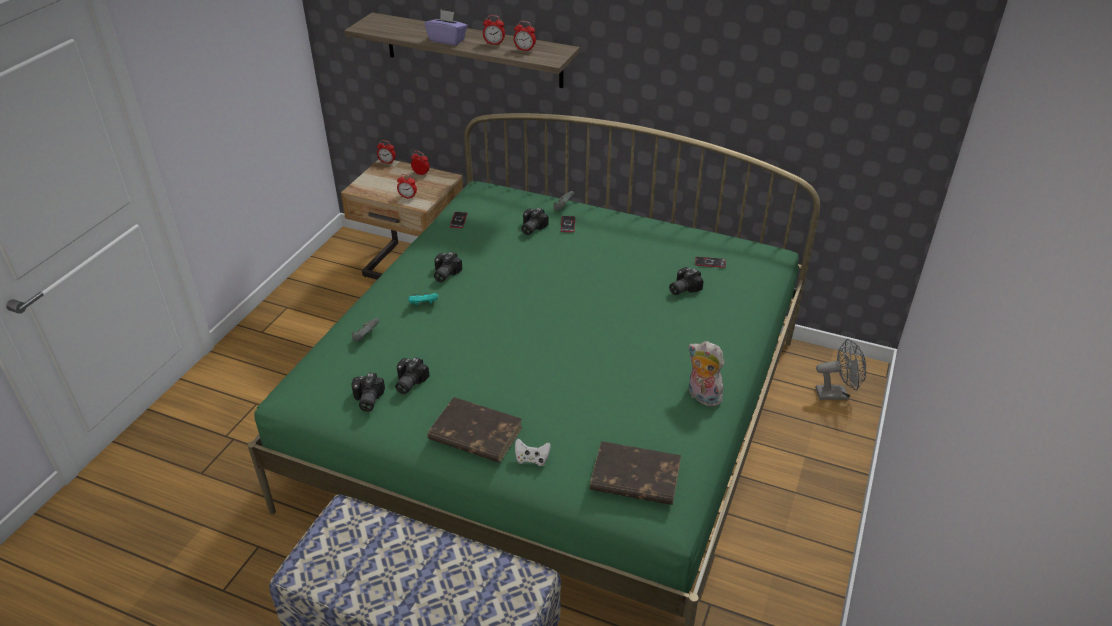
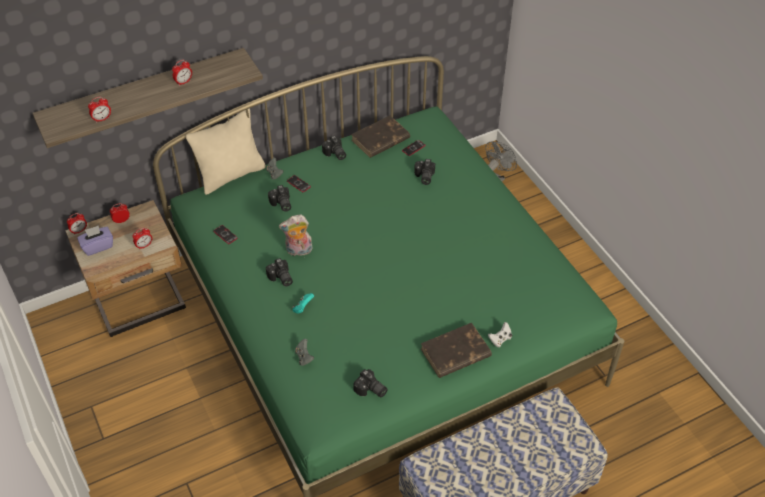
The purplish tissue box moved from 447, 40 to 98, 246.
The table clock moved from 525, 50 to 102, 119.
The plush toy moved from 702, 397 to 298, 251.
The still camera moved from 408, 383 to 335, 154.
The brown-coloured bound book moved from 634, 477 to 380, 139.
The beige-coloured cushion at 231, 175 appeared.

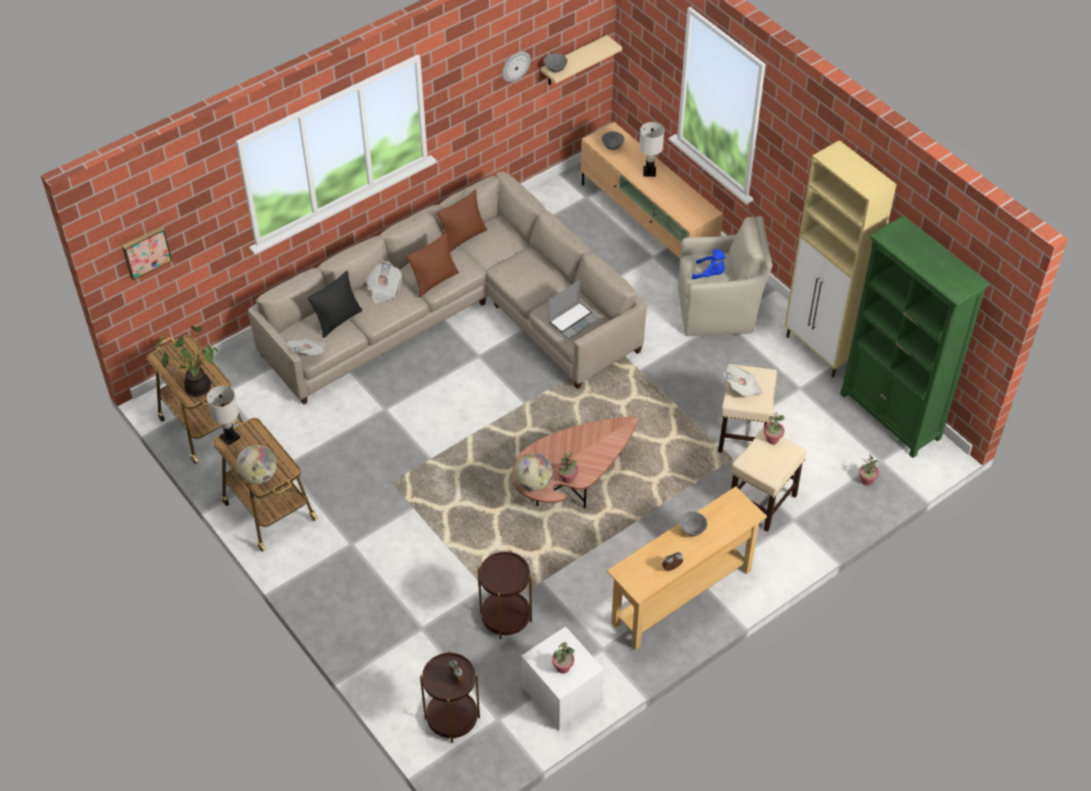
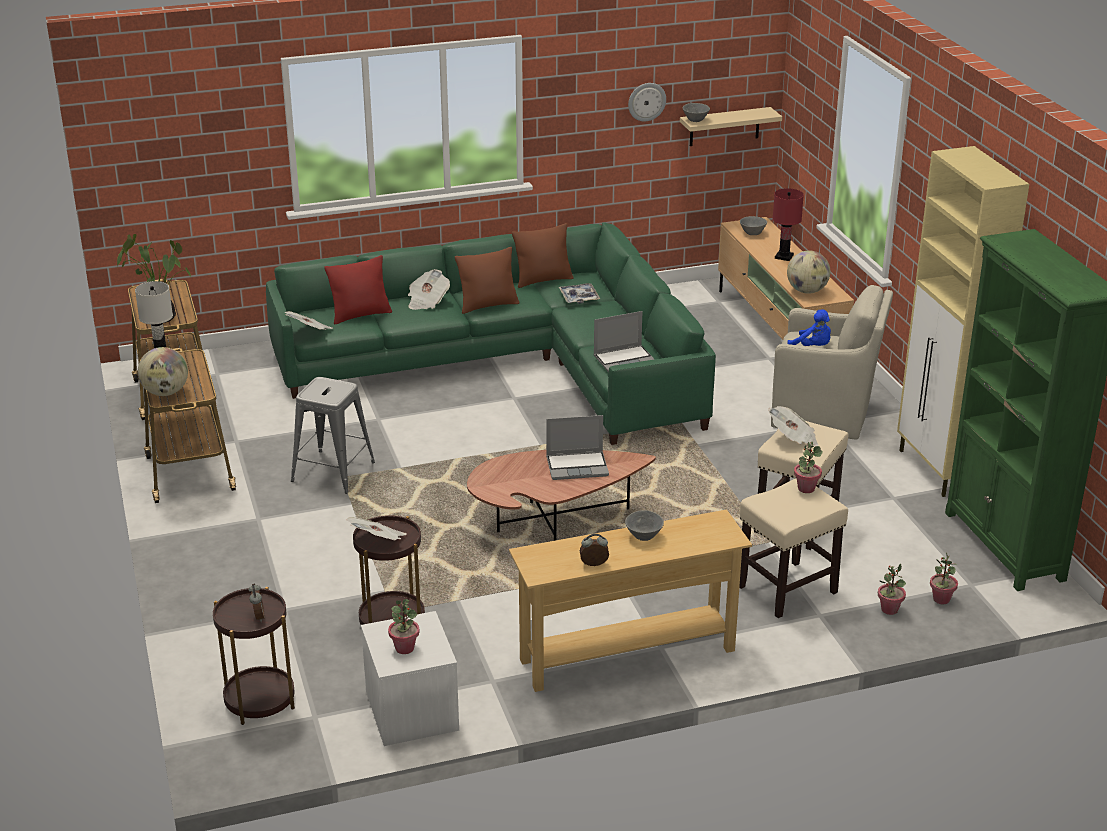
The white tabletop lamp at 649, 172 became the reddish tabletop lamp at 783, 256.
The beige-coloured settee at 458, 316 became the green-coloured settee at 512, 364.
The wall picture at 145, 251 disappeared.
The black cushion at 338, 320 became the reddish cushion at 360, 315.
The potted plant moved from 567, 478 to 889, 609.
The desk globe moved from 533, 483 to 807, 291.
The carrying tray at 579, 297 appeared.
The greyish stool seat at 333, 471 appeared.
The portable computer at 578, 466 appeared.
The daily paper at 378, 541 appeared.

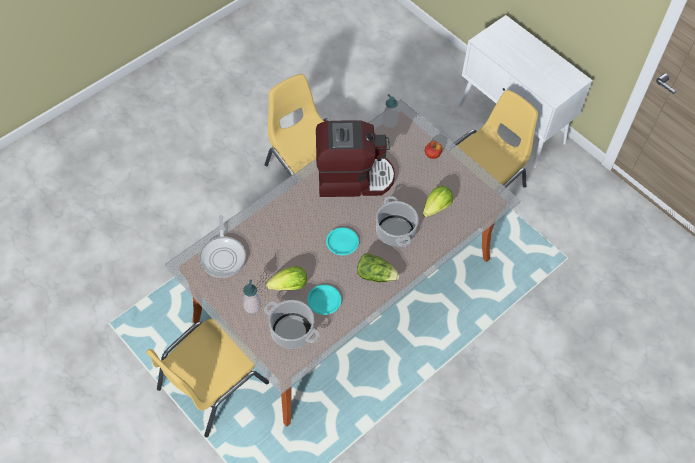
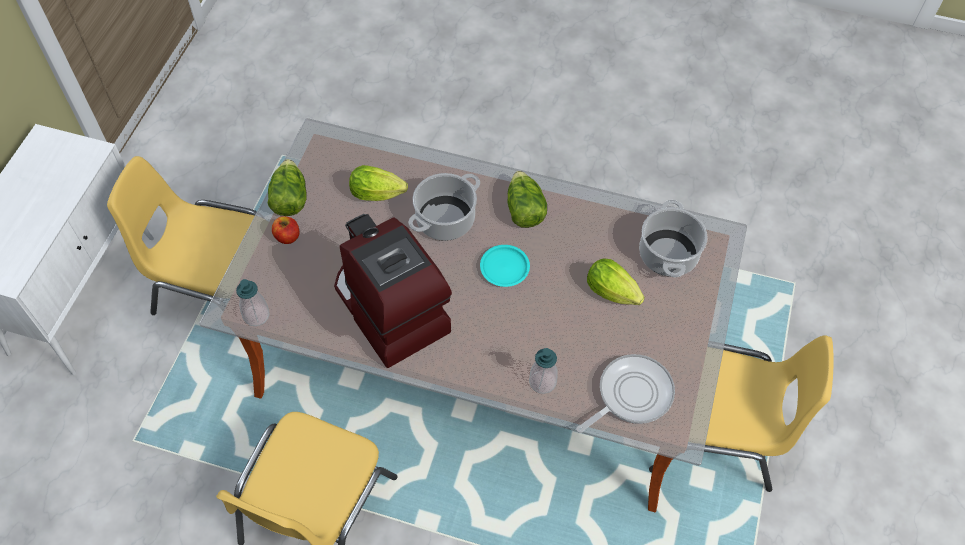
The soap bottle moved from 252, 306 to 542, 382.
The blue-green plate at 324, 301 disappeared.
The lettuce head at 289, 198 appeared.

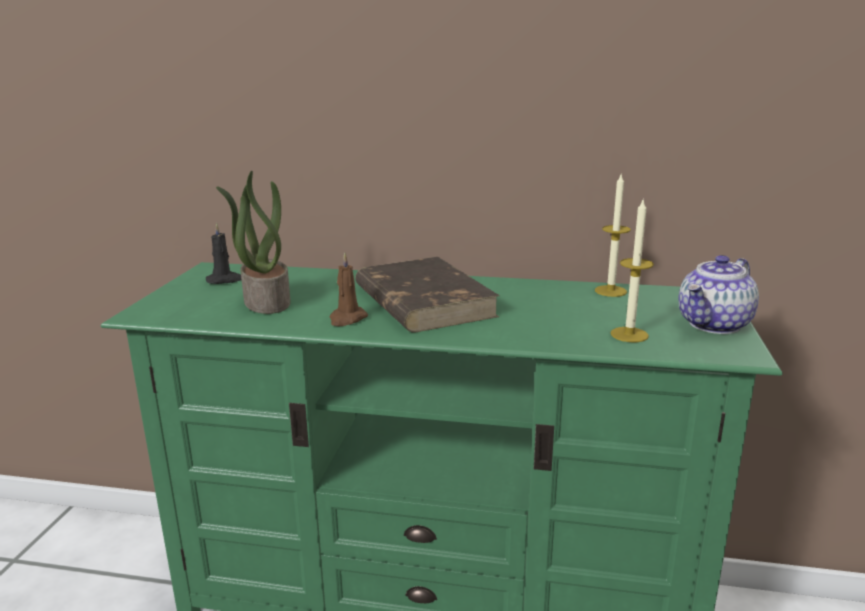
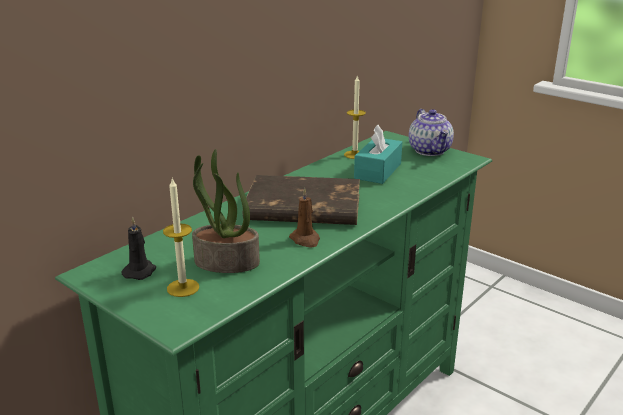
The candle moved from 629, 334 to 183, 288.
The blue-green tissue box at 378, 171 appeared.

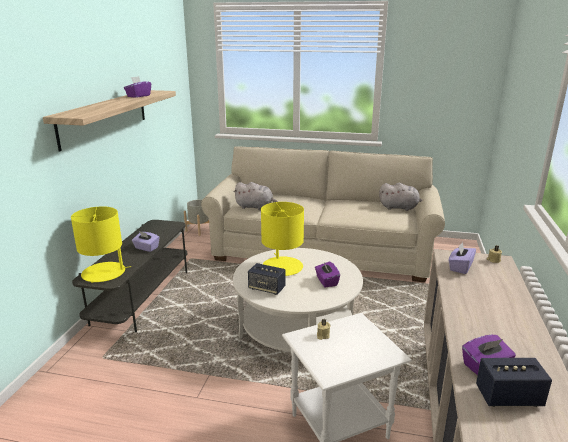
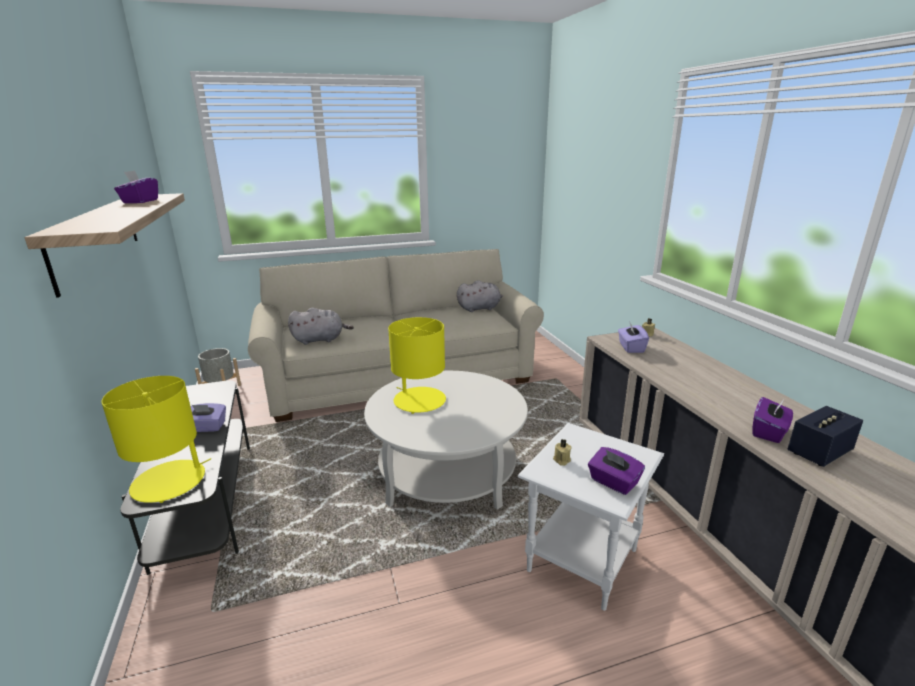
The purplish tissue box moved from 326, 281 to 613, 482.
The loudspeaker at 266, 288 disappeared.

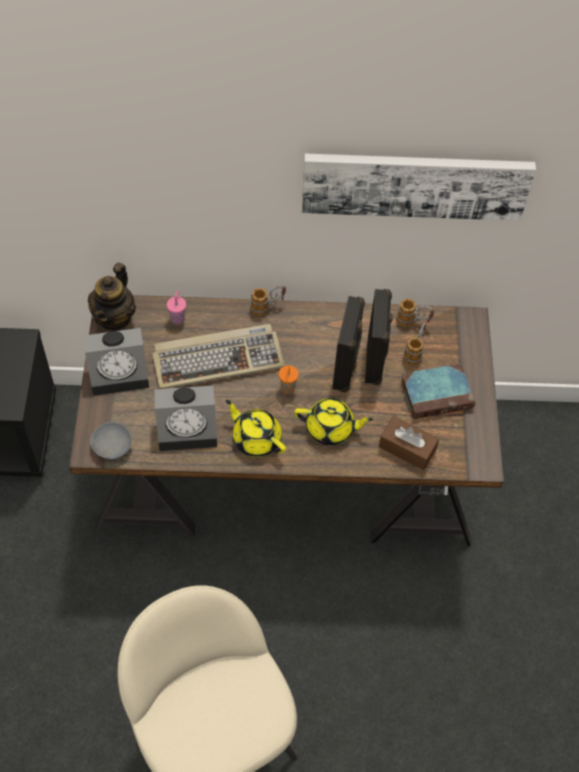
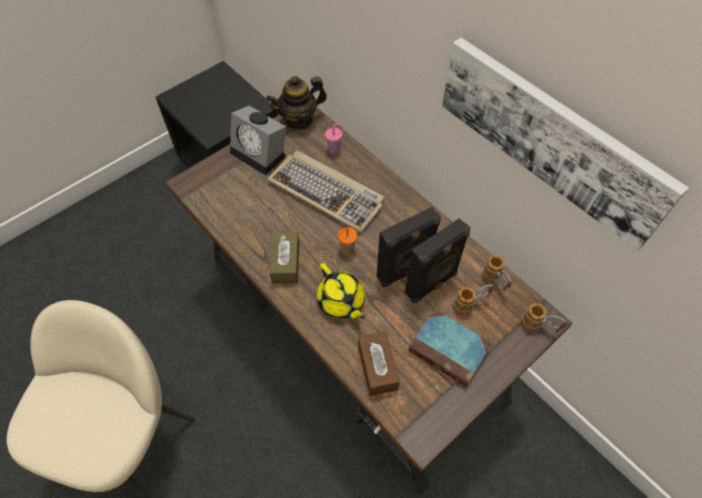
The mug moved from 267, 307 to 539, 327.
The table clock at 189, 429 disappeared.
The yellowish pot for tea at 256, 438 was replaced by the brown-coloured tissue box at 285, 263.
The greyish serving bowl at 114, 446 disappeared.

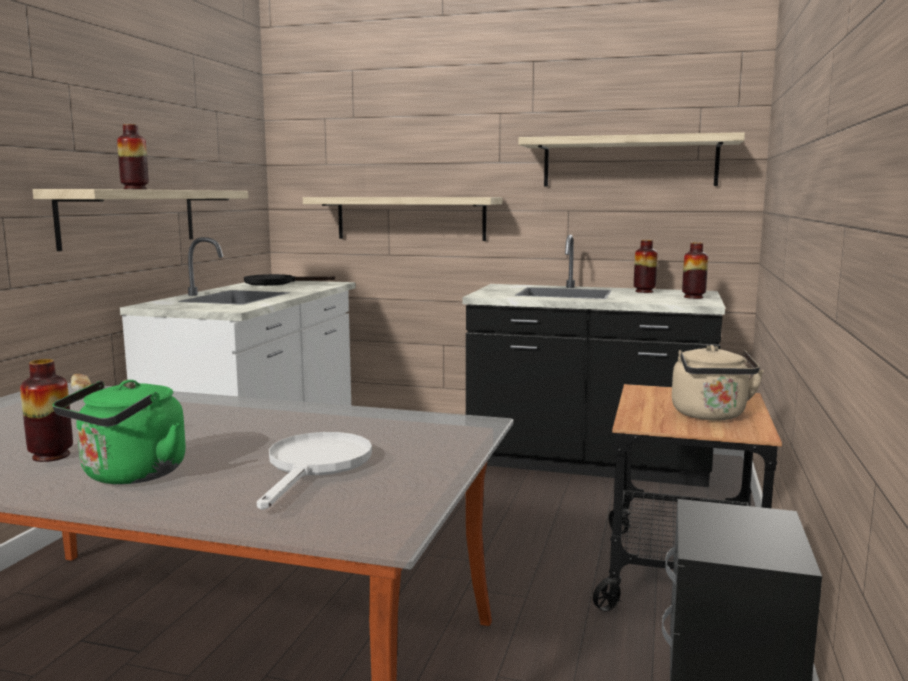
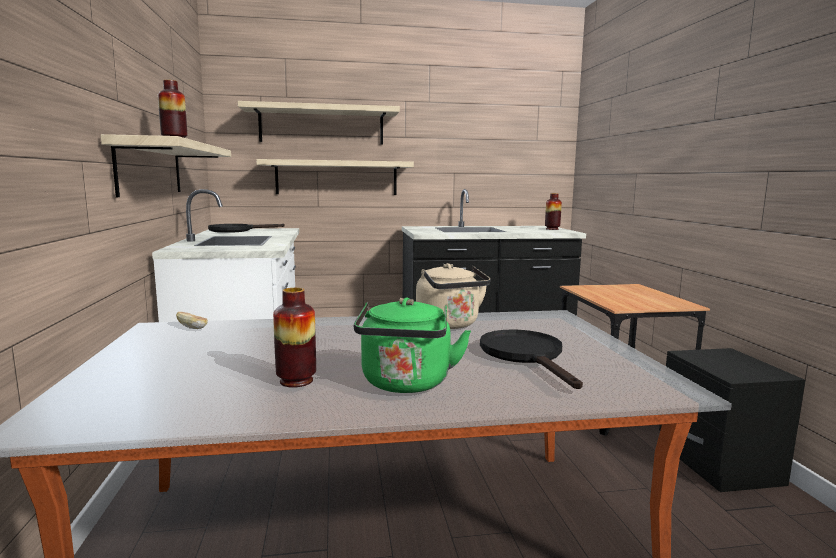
The wall shelf moved from 629, 162 to 321, 126.
The decorative vase at 644, 291 disappeared.
The beige-coloured kettle moved from 710, 415 to 450, 325.
The white frying pan at 315, 466 became the black frying pan at 526, 356.

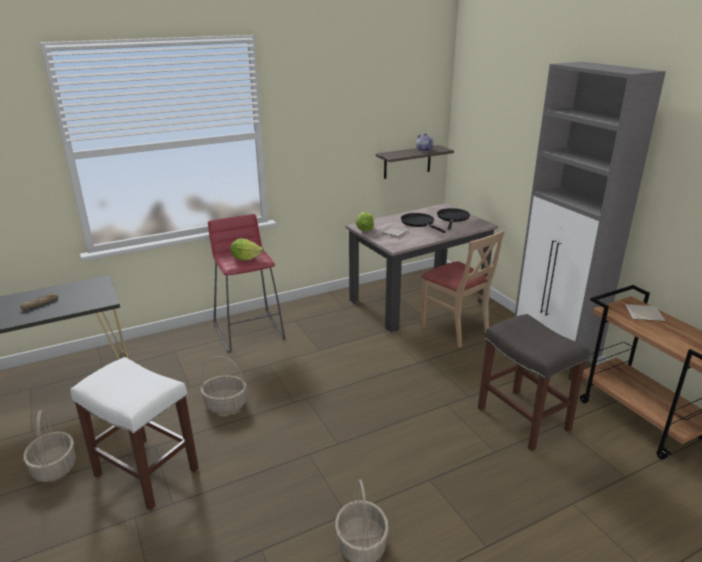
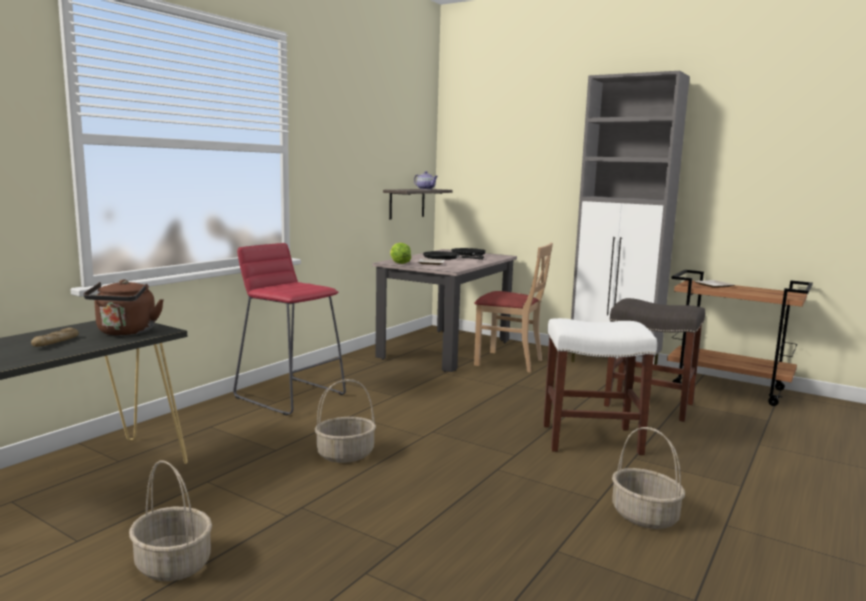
The lettuce head at 245, 258 disappeared.
The white stool seat moved from 145, 472 to 589, 439.
The brown-coloured kettle at 125, 332 appeared.

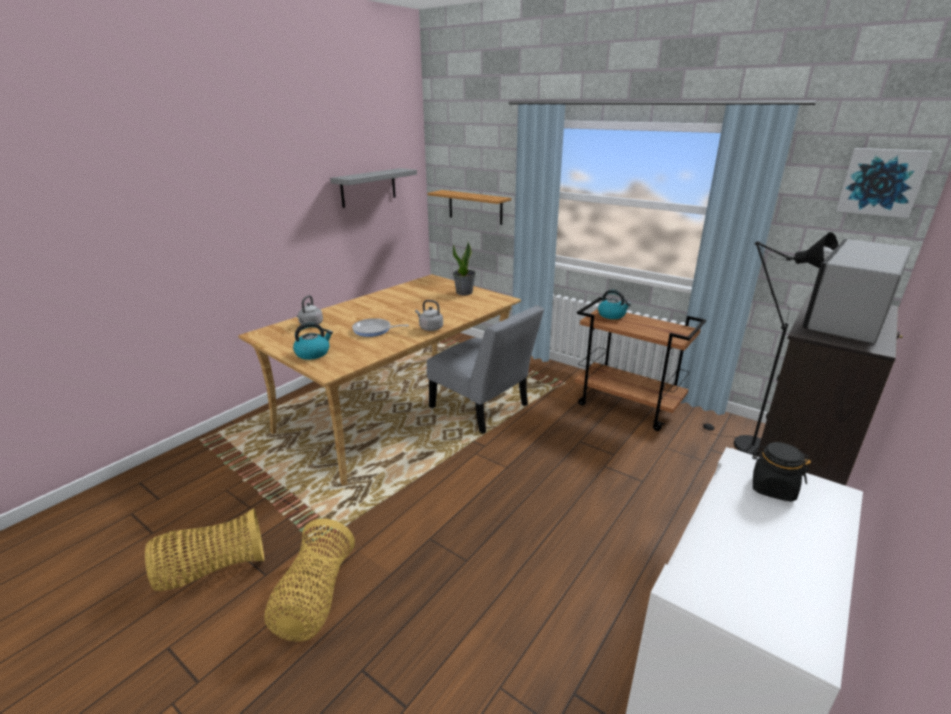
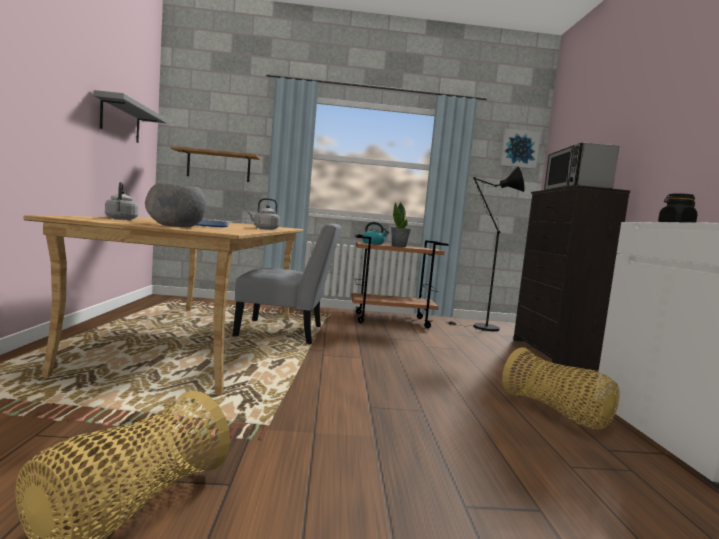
The potted plant moved from 464, 292 to 399, 246.
The kettle at 313, 353 was replaced by the greyish serving bowl at 174, 226.
The storage basket moved from 314, 599 to 556, 413.

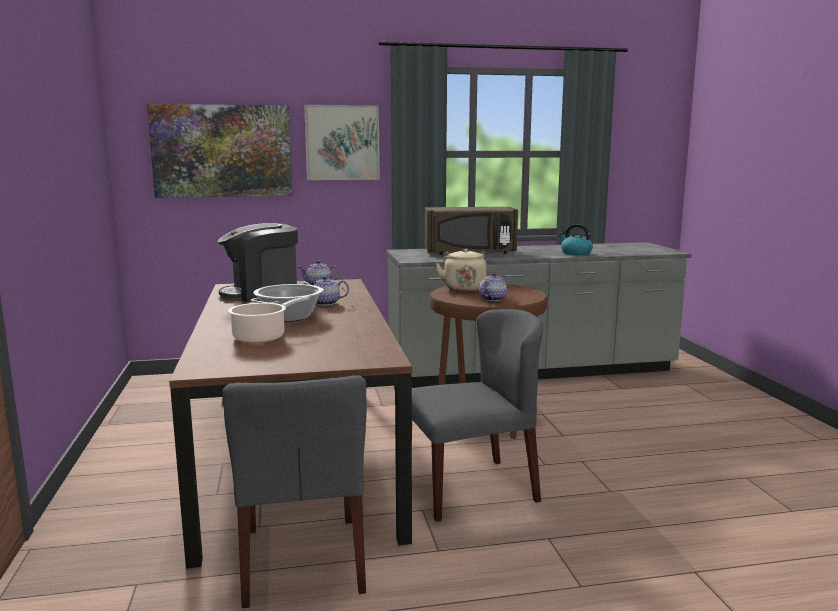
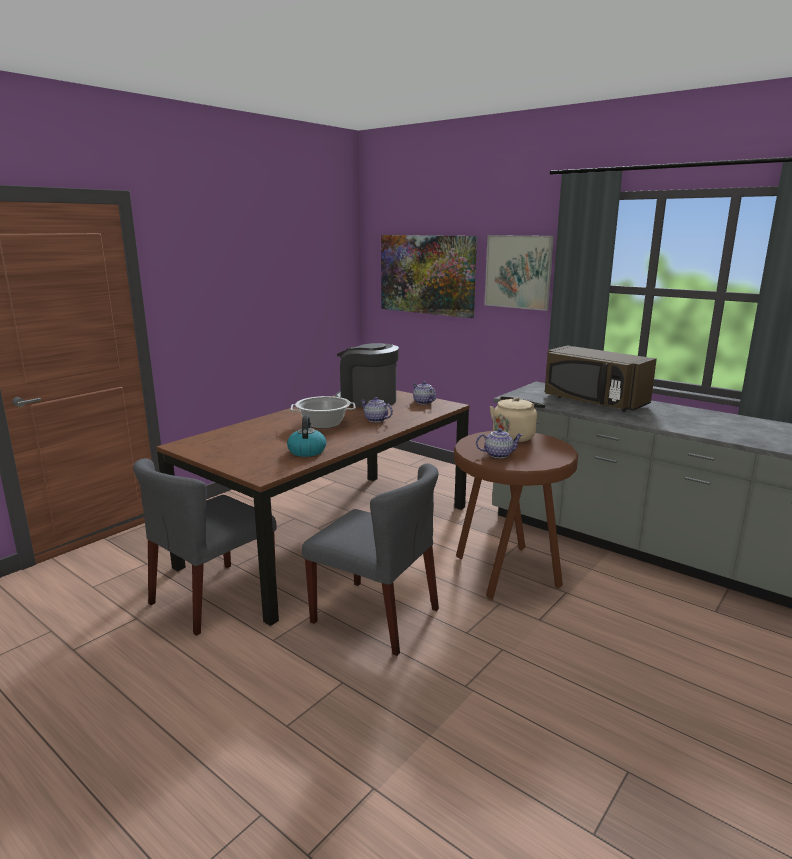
The kettle moved from 575, 253 to 307, 451.
The cooking pot at 262, 337 disappeared.

